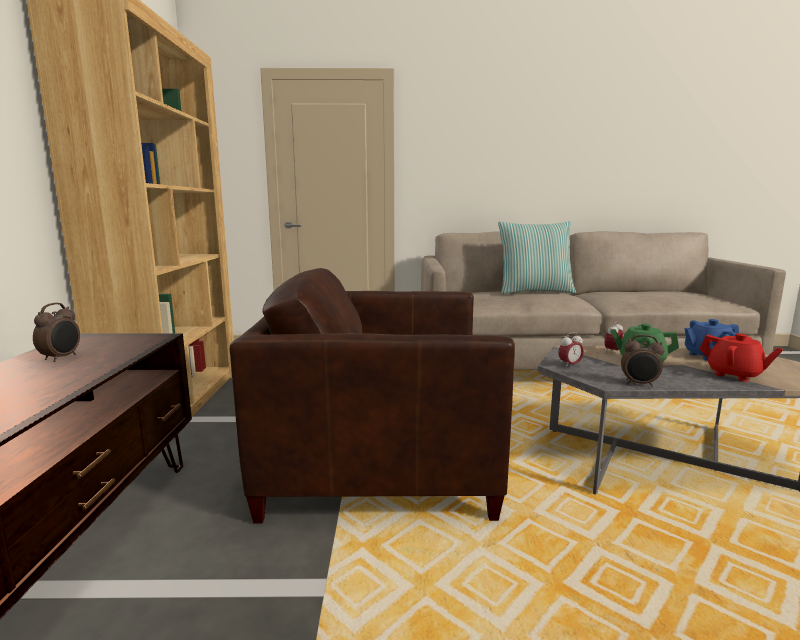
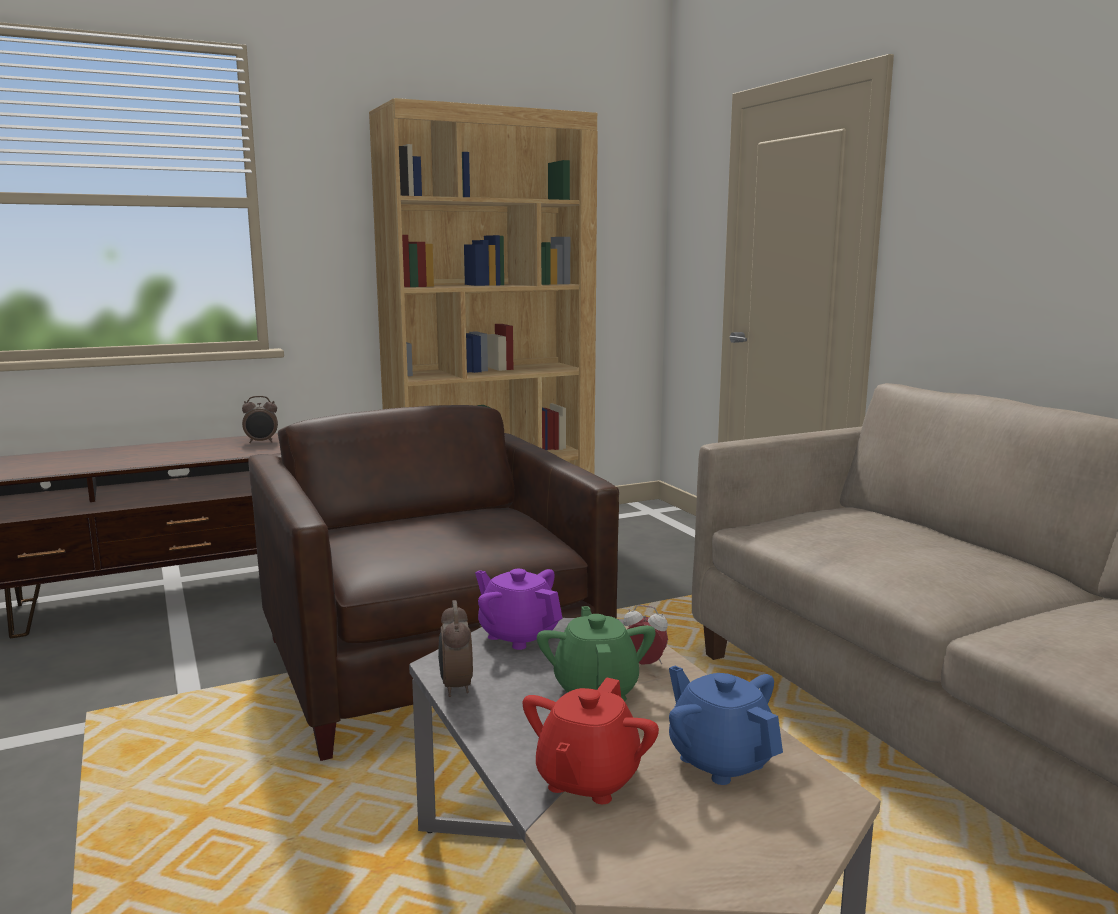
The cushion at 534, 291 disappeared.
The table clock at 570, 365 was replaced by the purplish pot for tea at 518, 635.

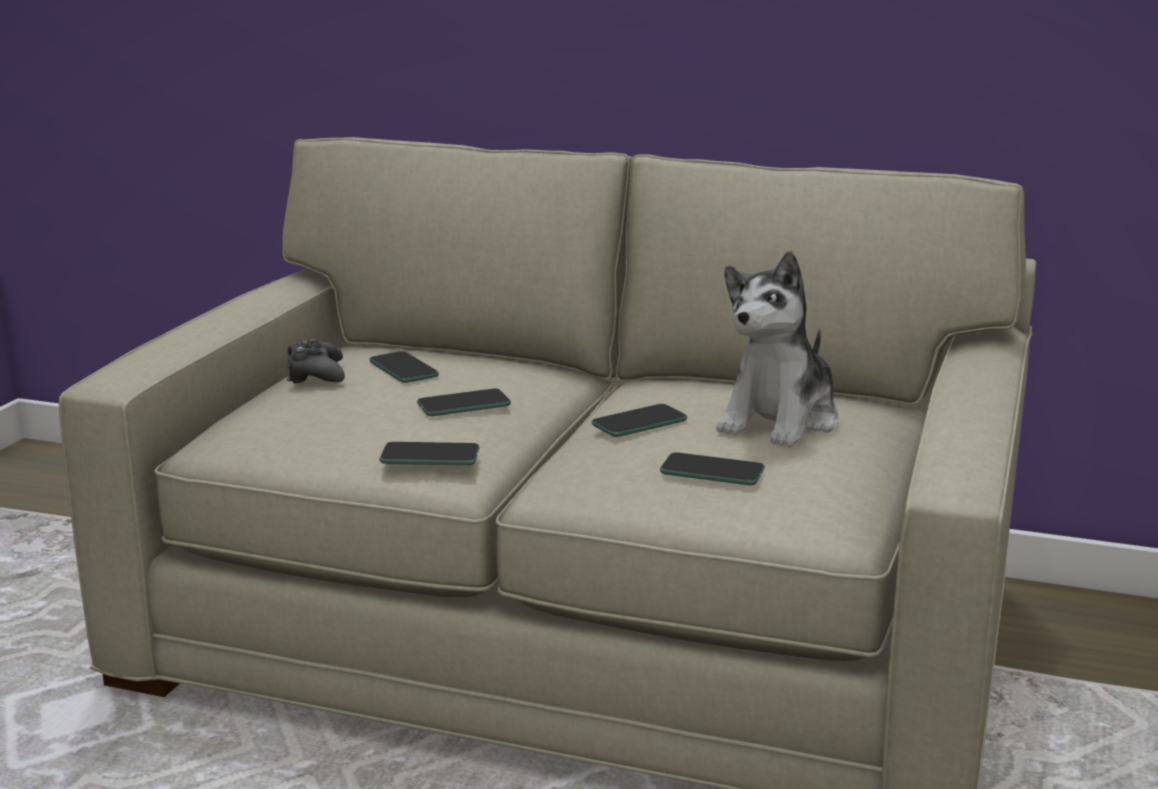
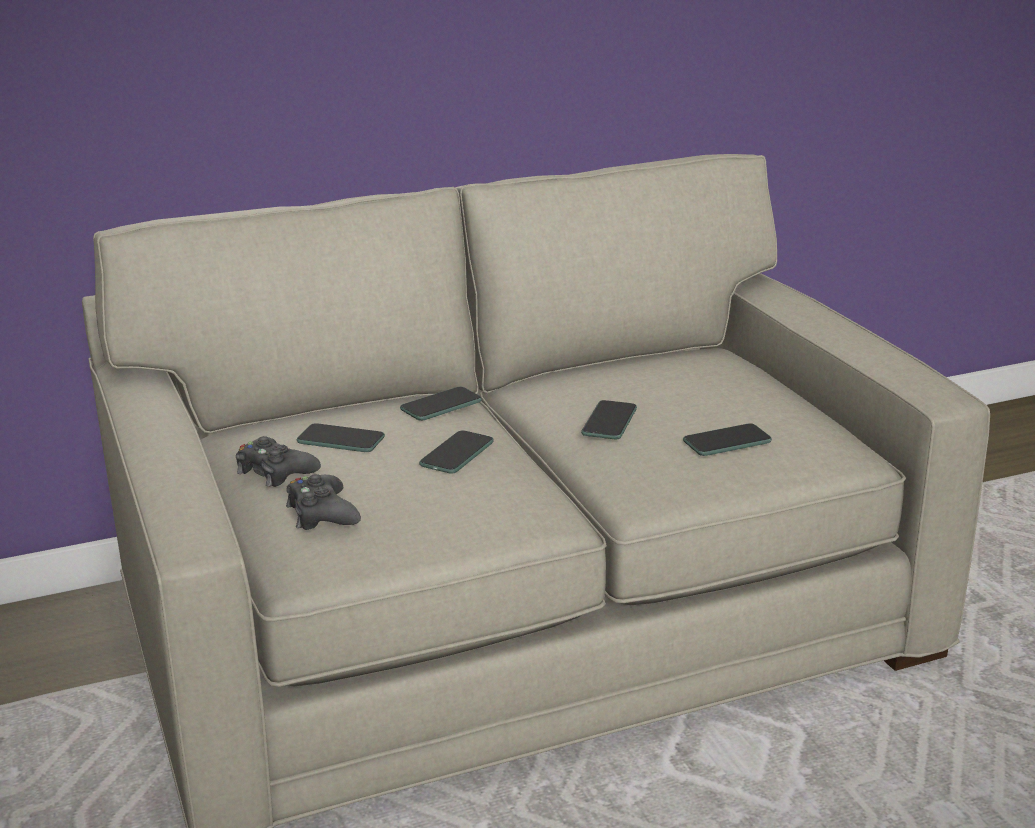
The plush toy at 780, 421 disappeared.
The phone moved from 430, 456 to 441, 405.
The black gamepad at 321, 513 appeared.

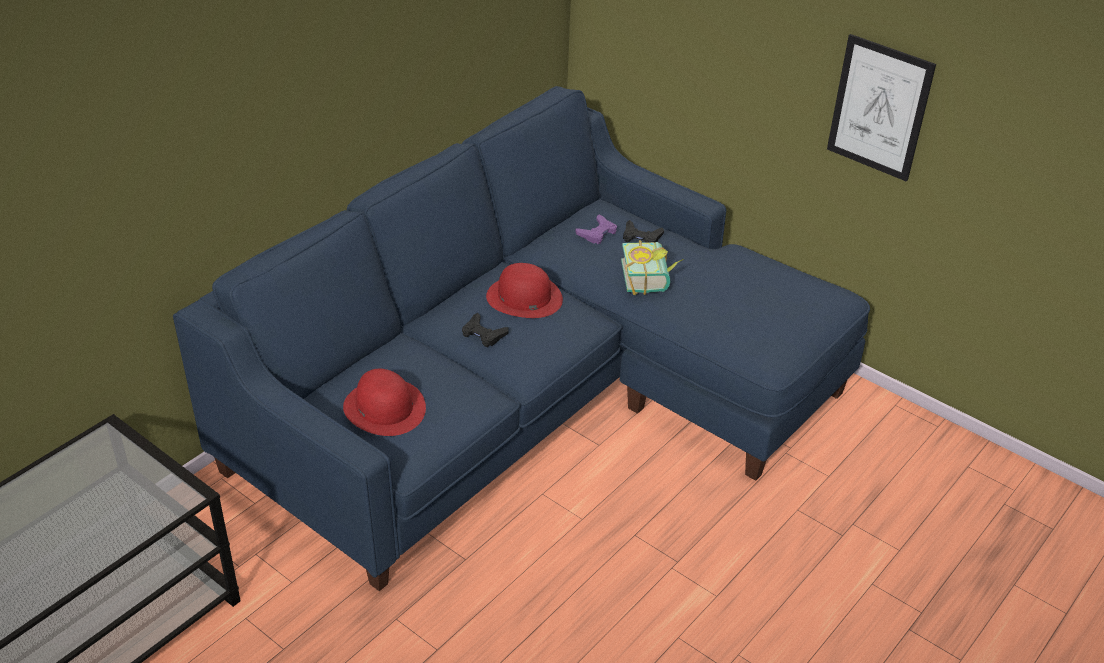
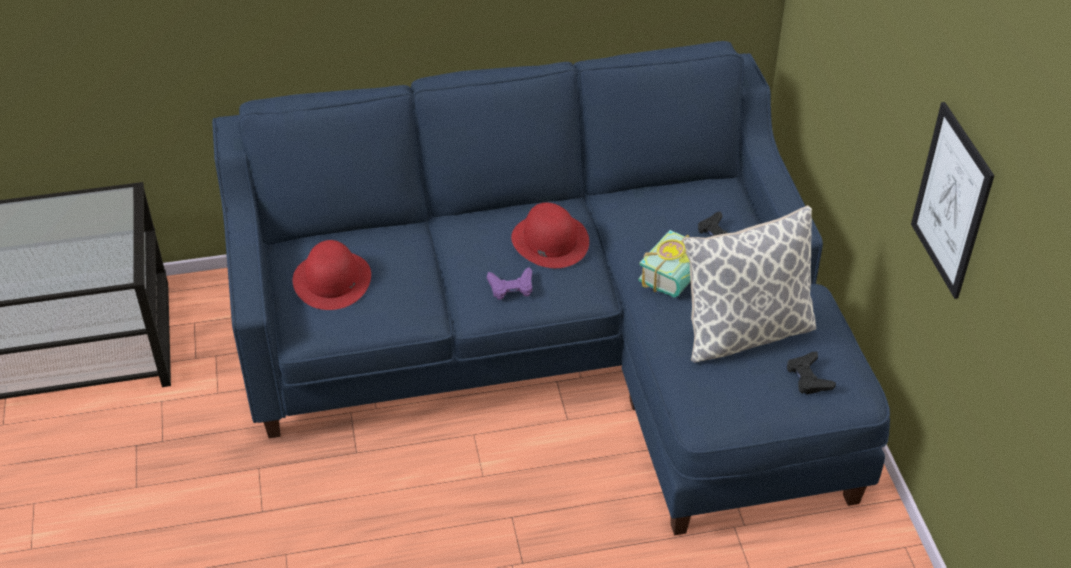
The purplish gamepad moved from 597, 233 to 511, 287.
The black gamepad moved from 483, 334 to 808, 377.
The cushion at 745, 332 appeared.

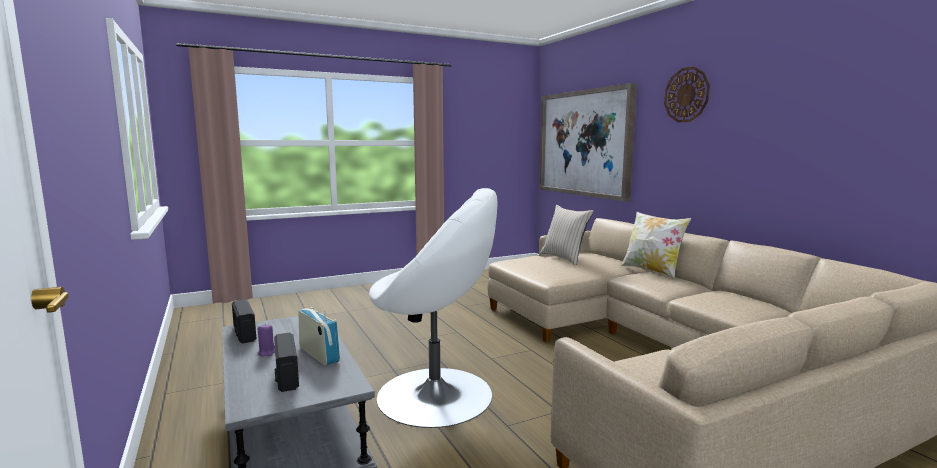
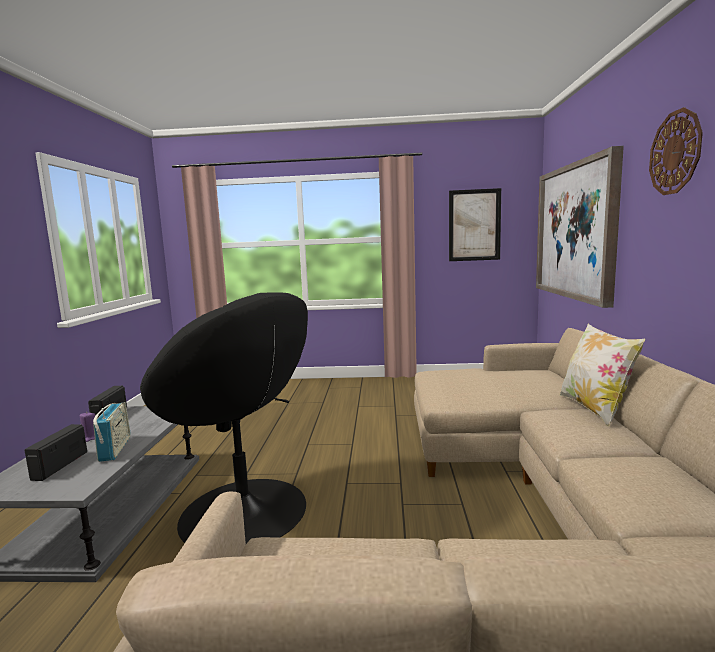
The white lounge chair at 437, 395 became the black lounge chair at 245, 512.
The beige-coloured cushion at 564, 258 disappeared.
The wall picture at 474, 225 appeared.

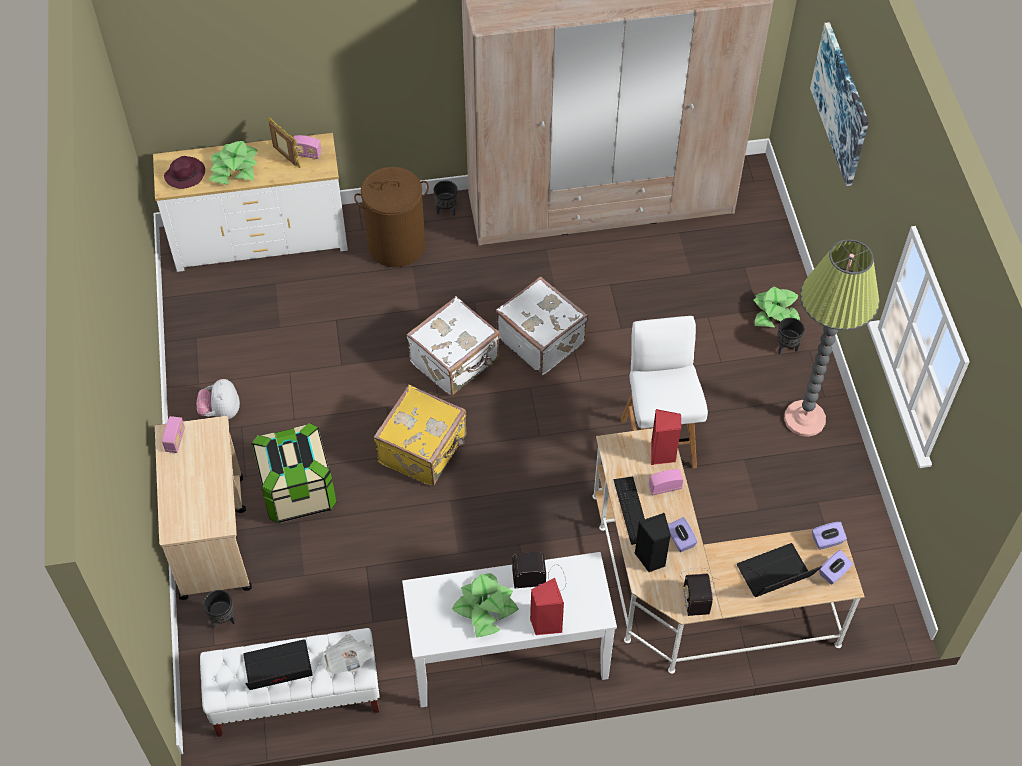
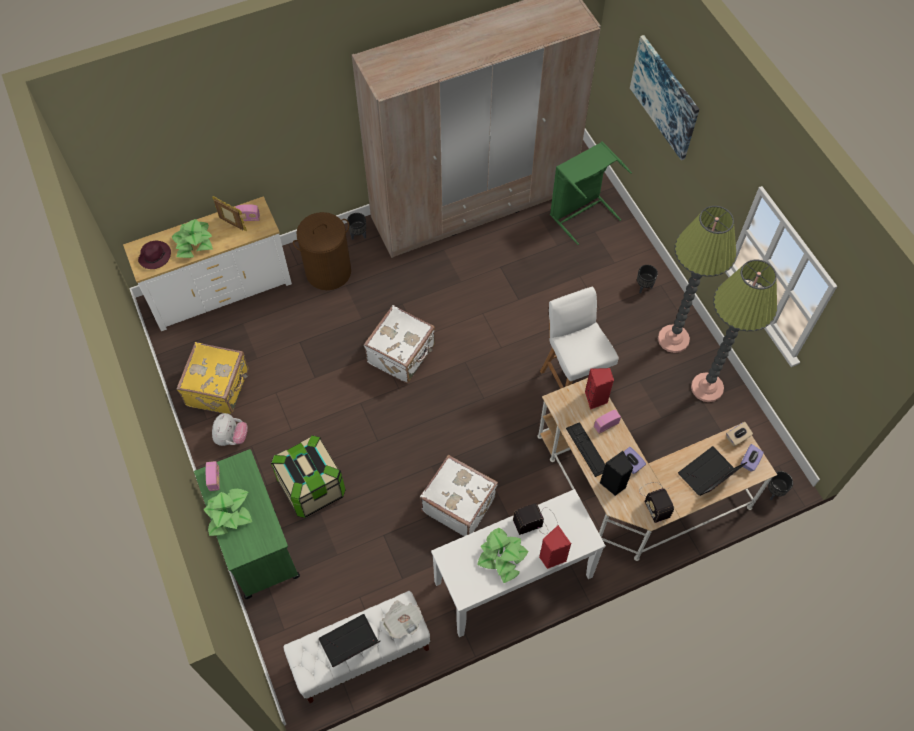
The white piece of luggage moved from 541, 339 to 459, 503.
The potted plant moved from 775, 312 to 229, 514.
The plush toy at 221, 411 turned 150 degrees counterclockwise.
The yellowish piece of luggage moved from 424, 450 to 219, 388.
The beige-coloured trolley at 212, 536 became the green-coloured trolley at 255, 540.
The purplish tissue box at 827, 541 became the beige-coloured tissue box at 737, 438.
The black plant pot moved from 223, 619 to 774, 492.
The green-coloured laundry basket at 581, 213 appeared.
The floor lamp at 707, 387 appeared.

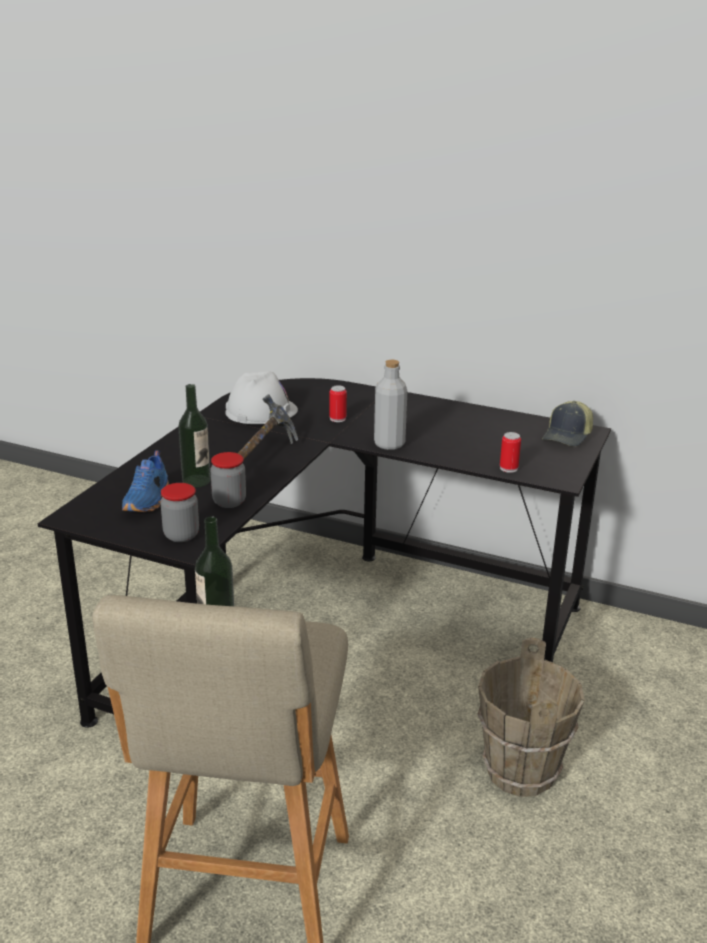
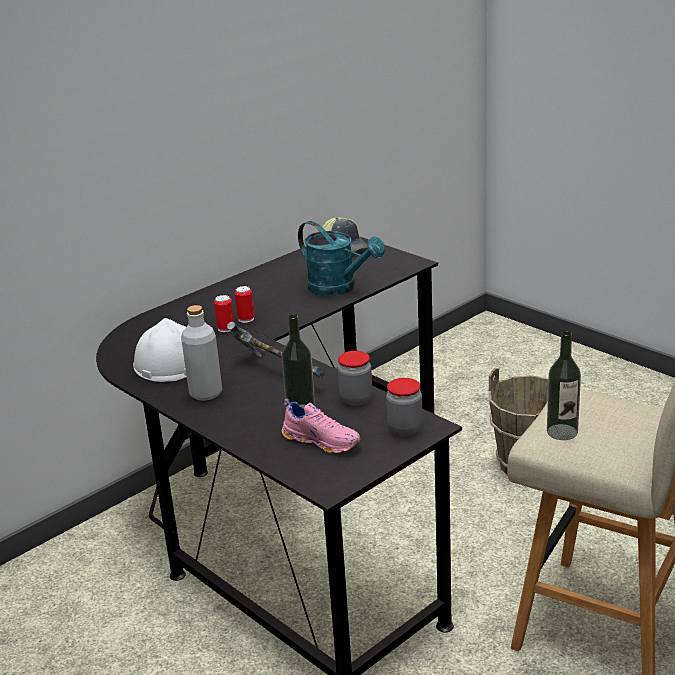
The greyish beverage bottle moved from 389, 444 to 205, 393.
The metal can moved from 508, 468 to 246, 319.
The bluish low shoe at 148, 500 became the pinkish low shoe at 322, 440.
The blue-green watering can at 339, 288 appeared.

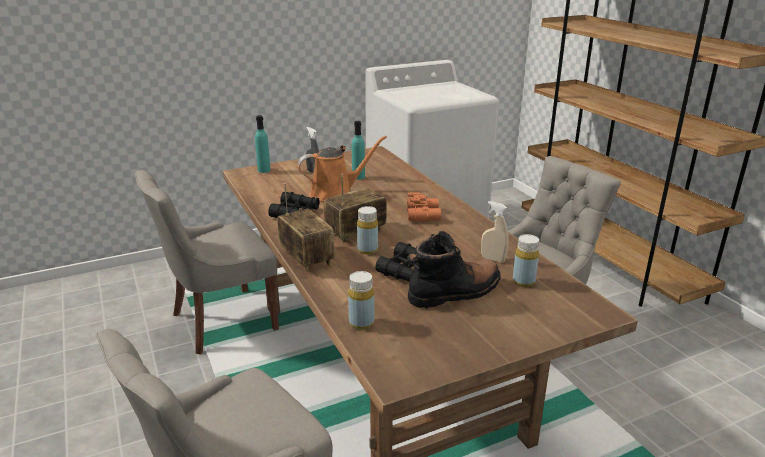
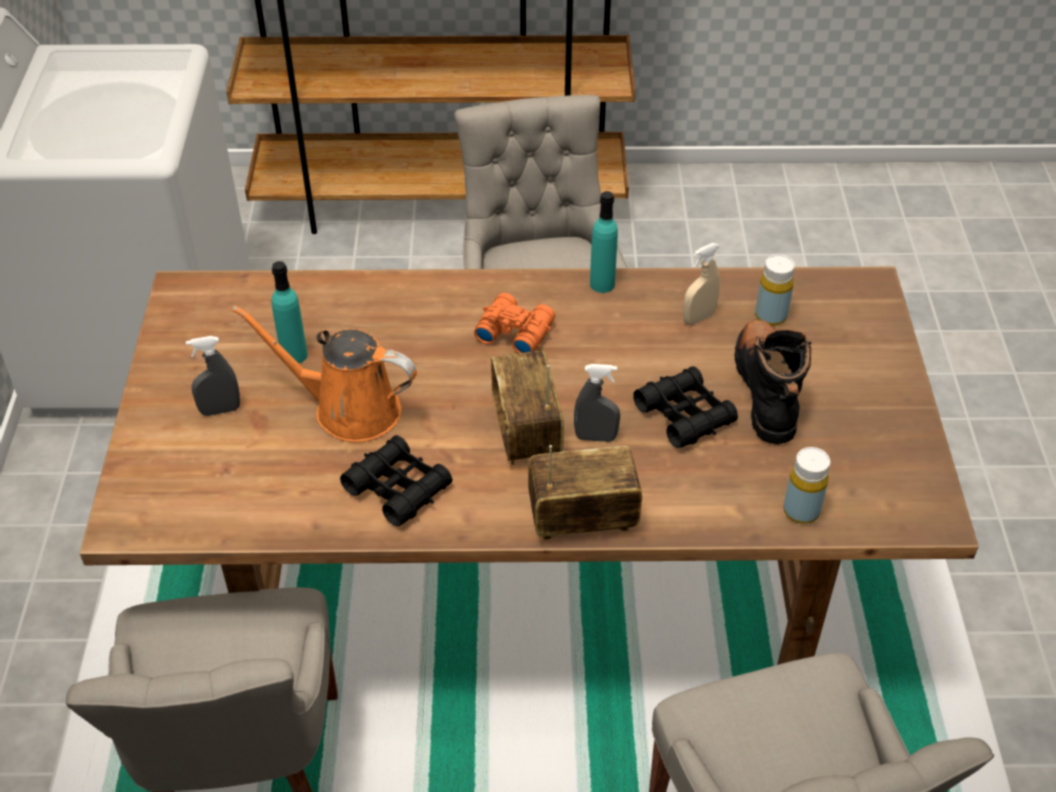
The blue-green beverage bottle moved from 264, 170 to 602, 284.
The orange watering can at 335, 193 turned 75 degrees counterclockwise.
The yellowish beverage bottle at 367, 250 was replaced by the greyish spray bottle at 595, 437.

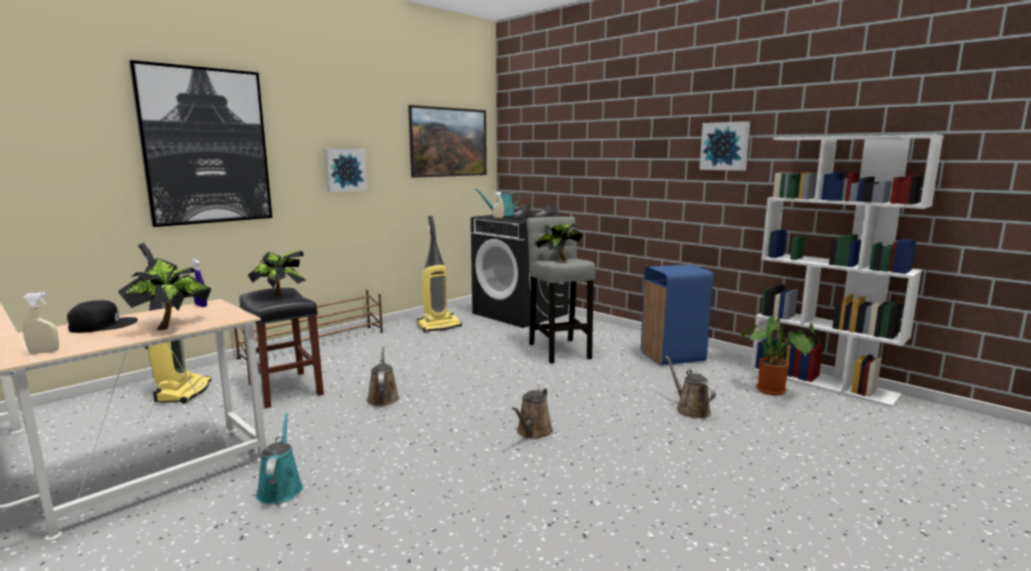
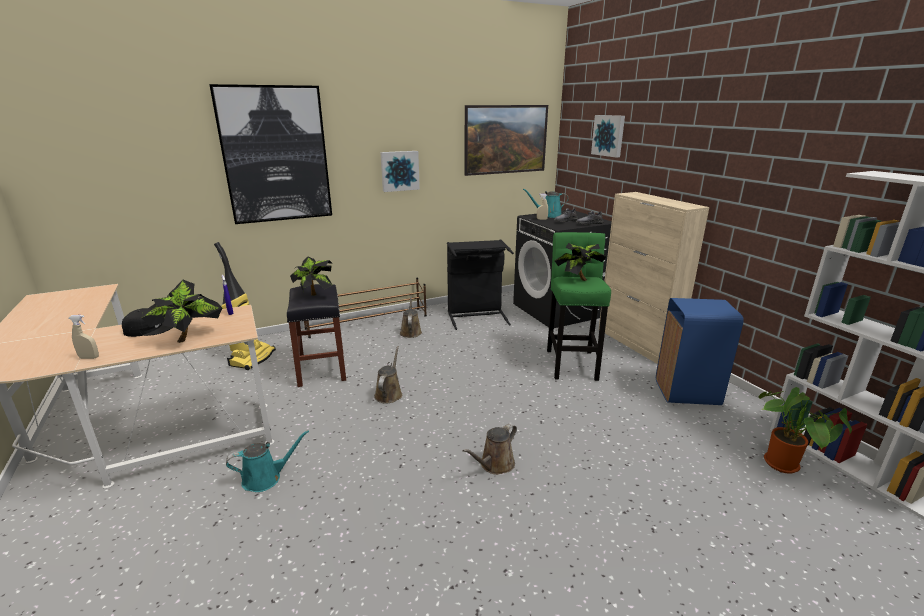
The wall picture moved from 725, 146 to 609, 135.
The vacuum cleaner at 439, 326 was replaced by the black laundry basket at 476, 316.
The greyish stool seat at 559, 349 became the green-coloured stool seat at 572, 362.
The brown-coloured watering can moved from 690, 409 to 410, 332.
The blue-green watering can at 280, 488 turned 60 degrees clockwise.
The beige-coloured cupboard at 636, 343 appeared.

